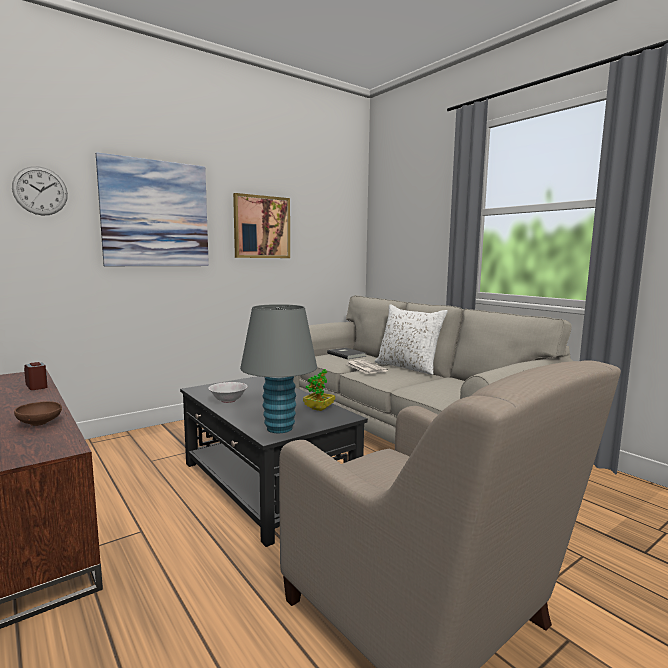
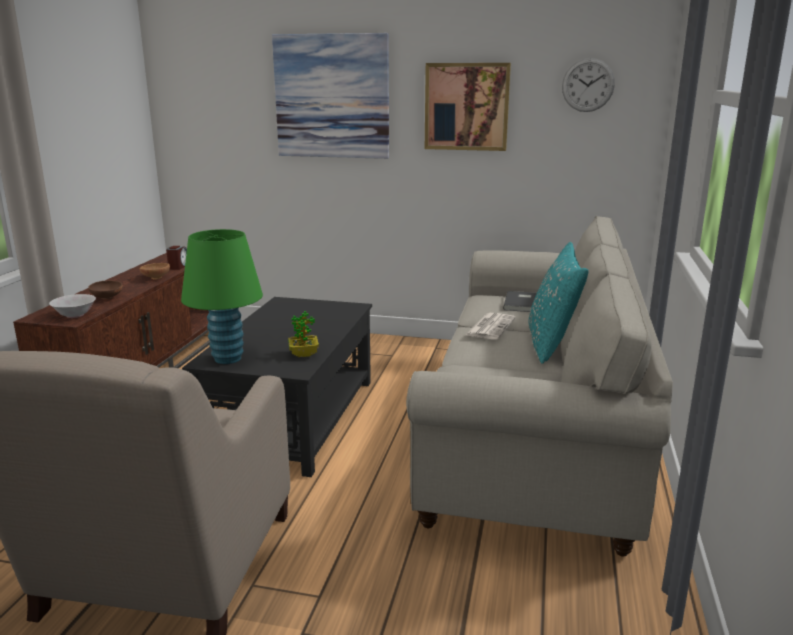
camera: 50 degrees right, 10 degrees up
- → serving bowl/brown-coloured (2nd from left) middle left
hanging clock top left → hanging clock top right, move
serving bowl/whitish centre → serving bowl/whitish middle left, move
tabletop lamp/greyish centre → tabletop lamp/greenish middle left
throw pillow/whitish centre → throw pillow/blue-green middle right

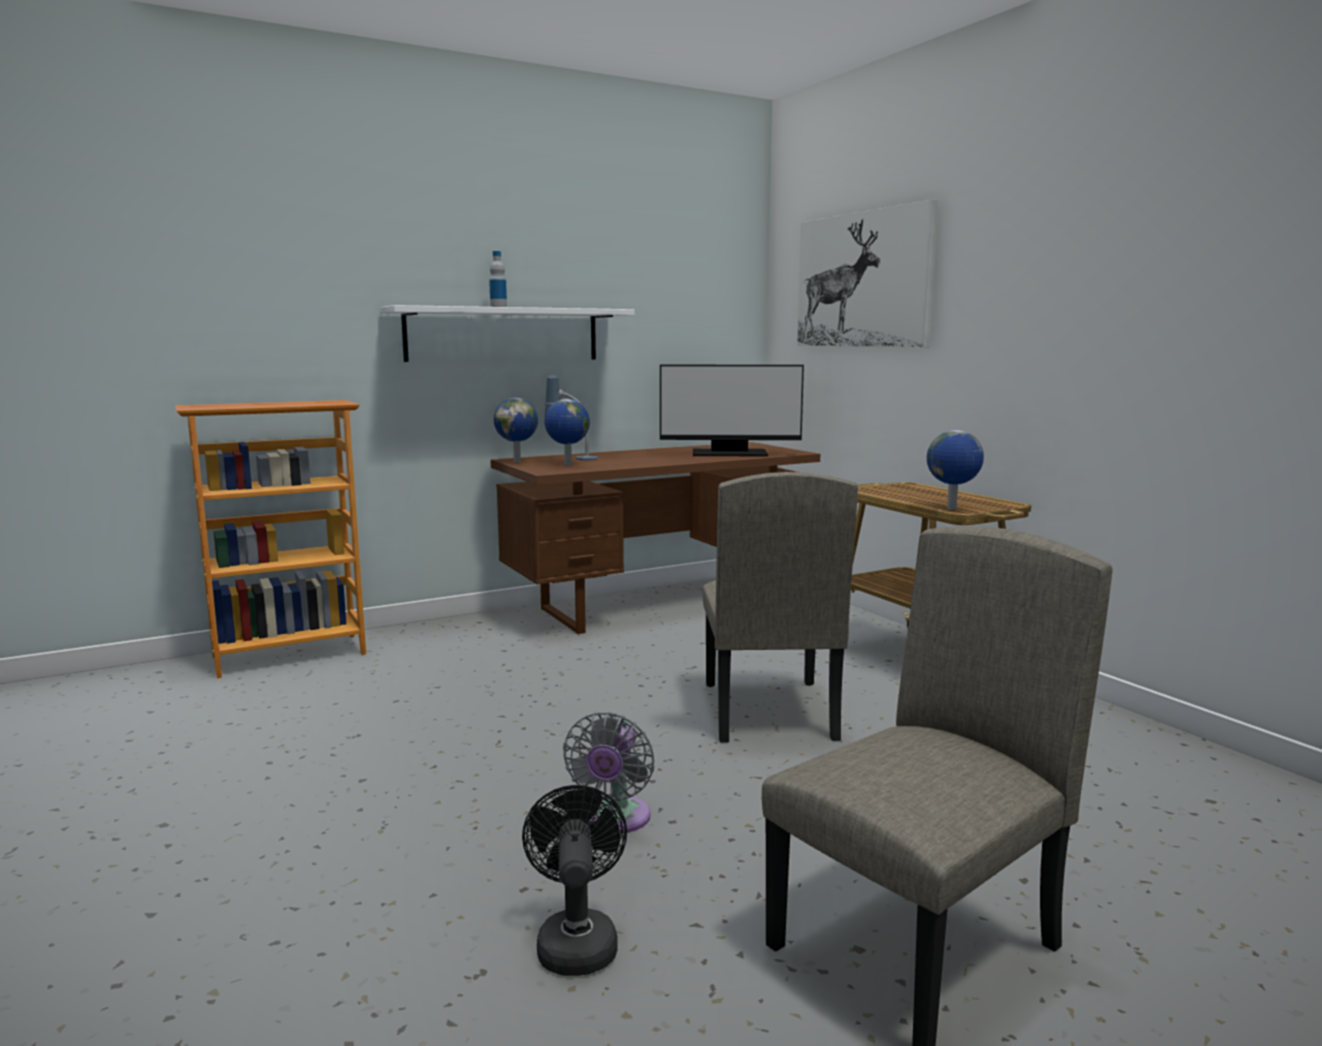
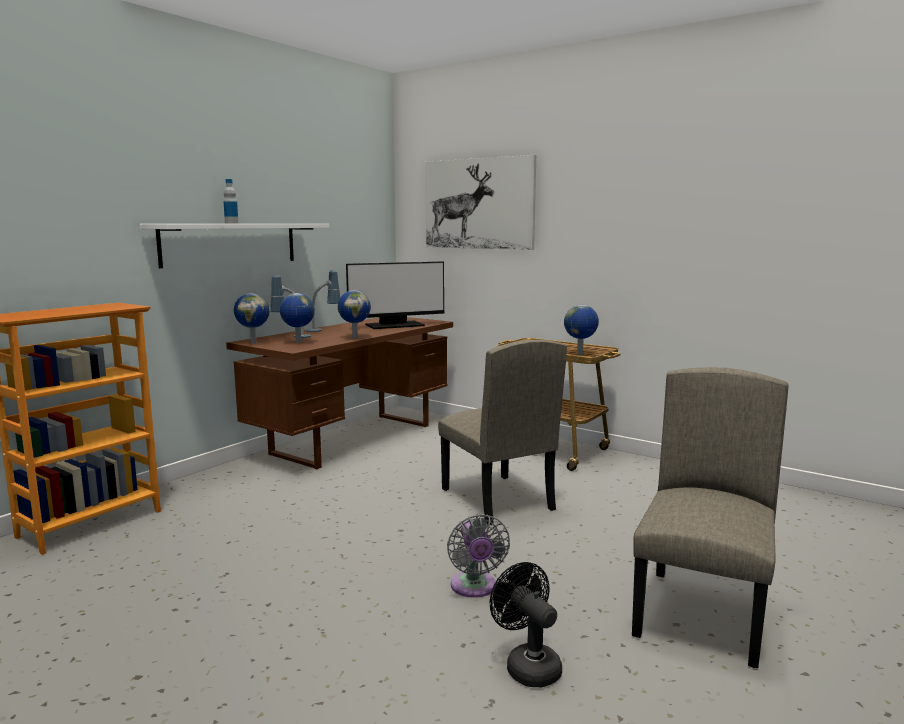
camera: 25 degrees left, 0 degrees up
- → tabletop lamp (2nd from left) centre
- → desk globe (3rd from left) centre

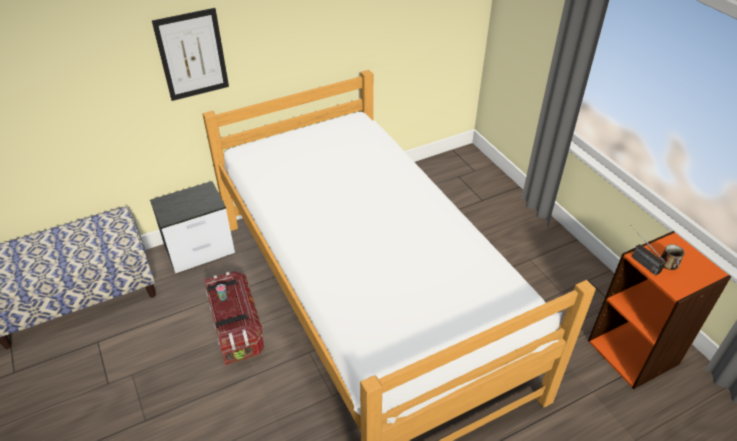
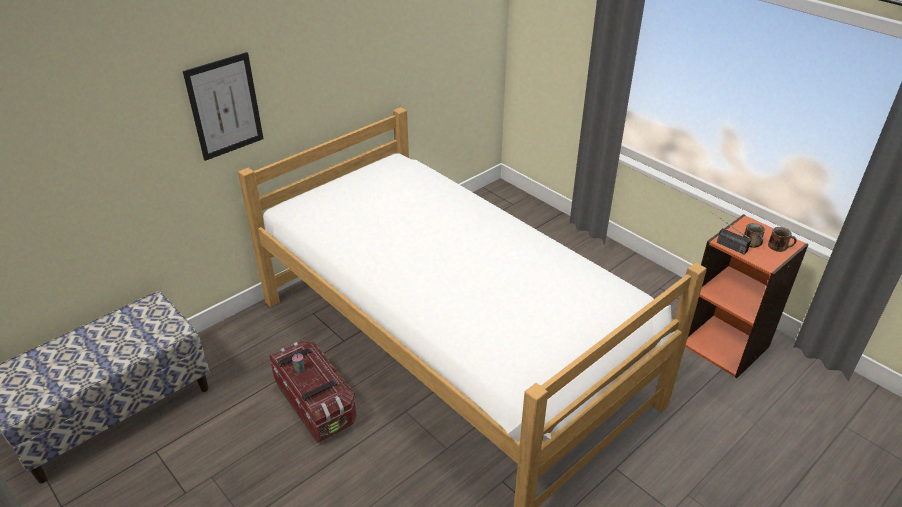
camera: 15 degrees left, 5 degrees down
bedside table middle left → -
- → mug (2nd from left) middle right

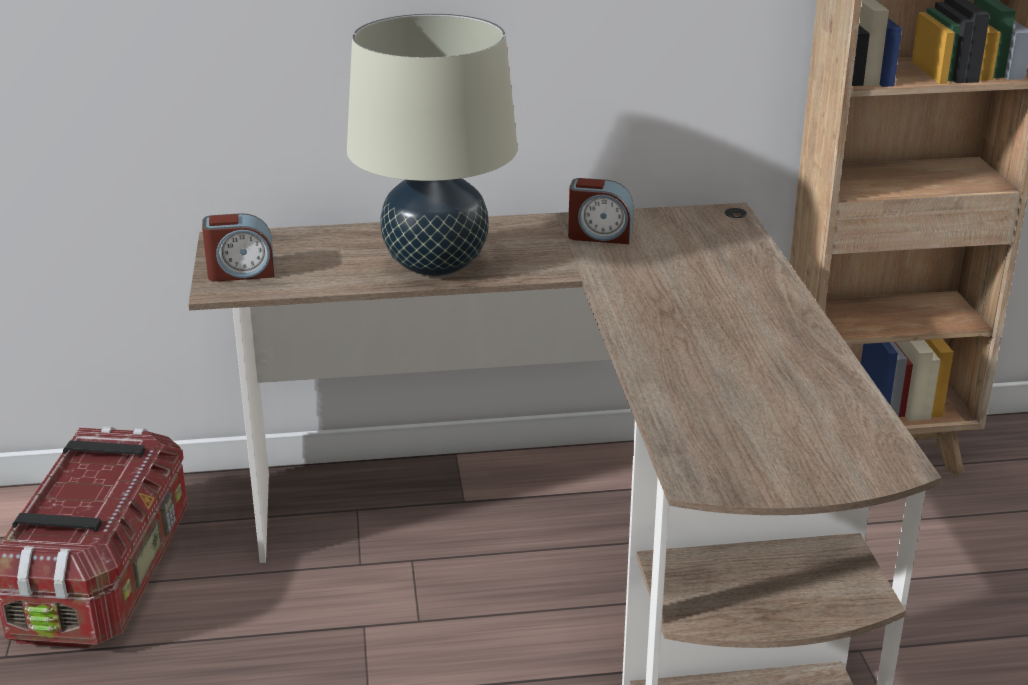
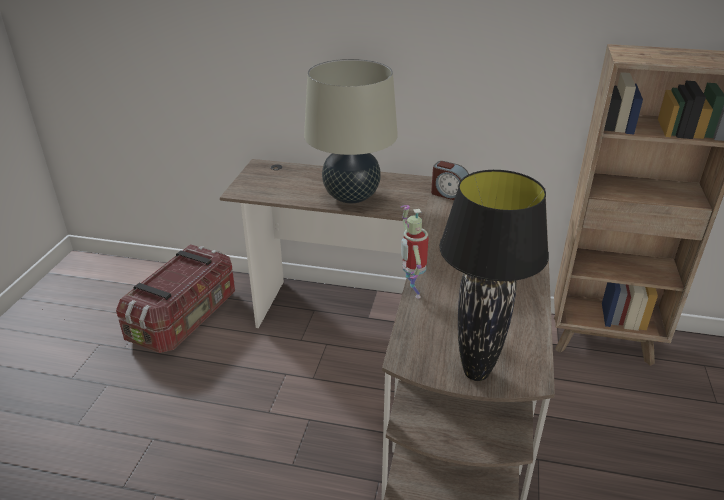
camera: 20 degrees right, 5 degrees up
table clock (1st from left) middle left → -
- → toy robot centre
- → tabletop lamp/black-coloured middle right

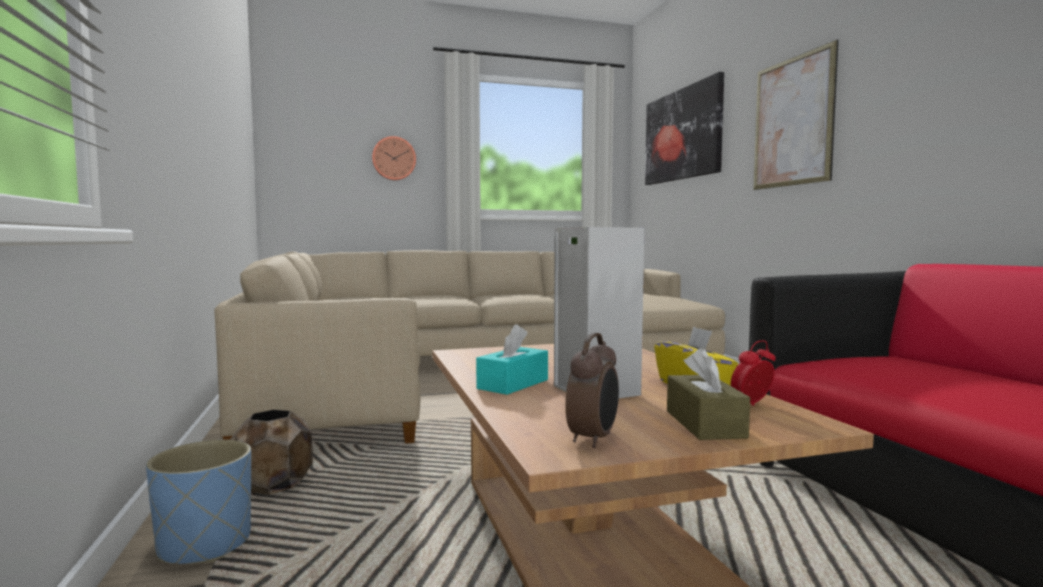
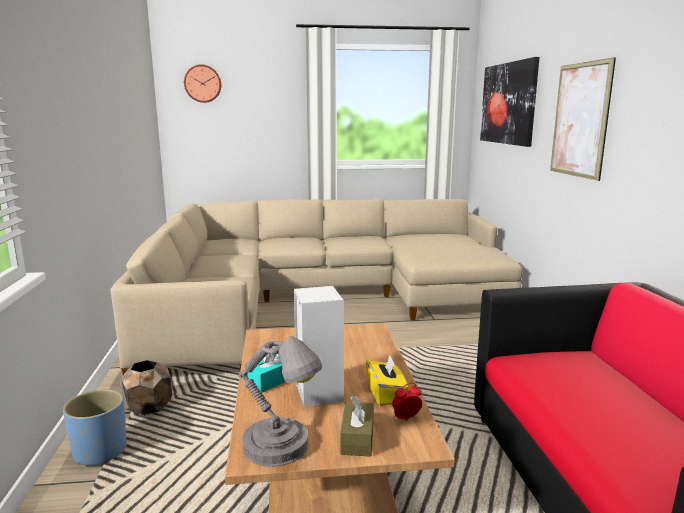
camera: 10 degrees right, 10 degrees up
hanging clock top centre → hanging clock top left, move
table clock (1st from left) centre → tabletop lamp/greyish bottom centre

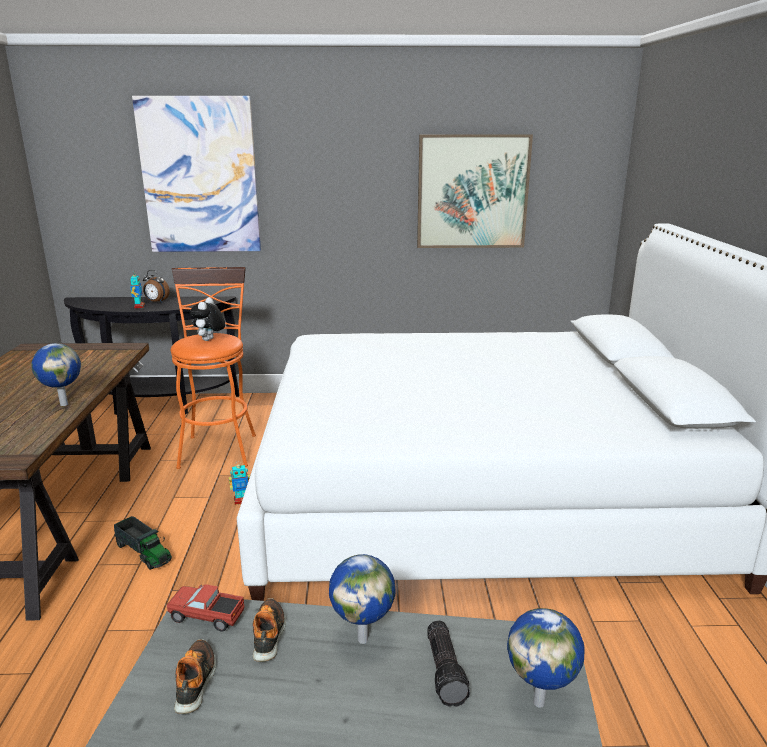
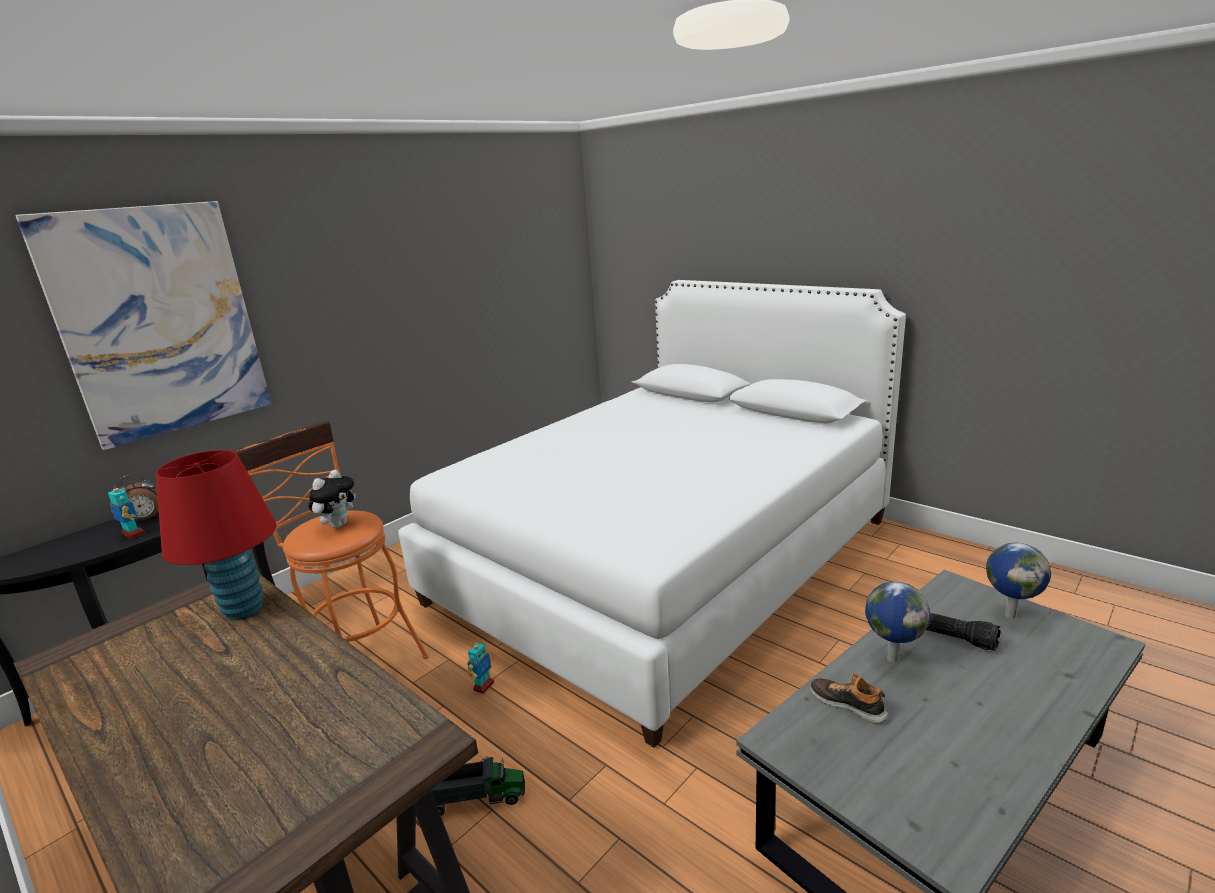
camera: 45 degrees left, 0 degrees up
desk globe (1st from left) middle left → -
model truck (2nd from left) bottom left → -
item of footwear (1st from left) bottom left → -
wall picture (2nd from left) top centre → -
- → tabletop lamp/red-coloured middle left
plush toy middle left, 120 degrees counterclockwise

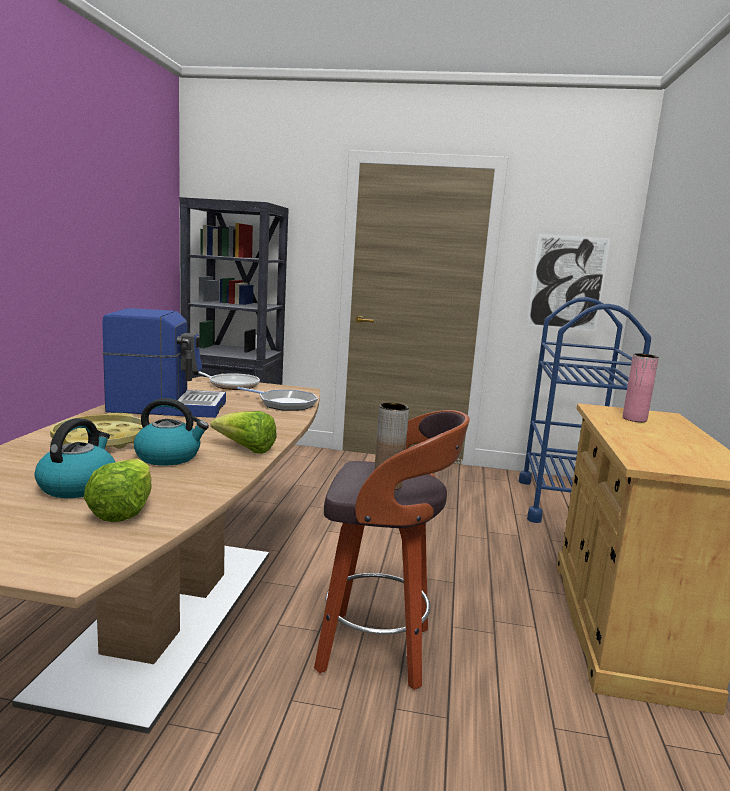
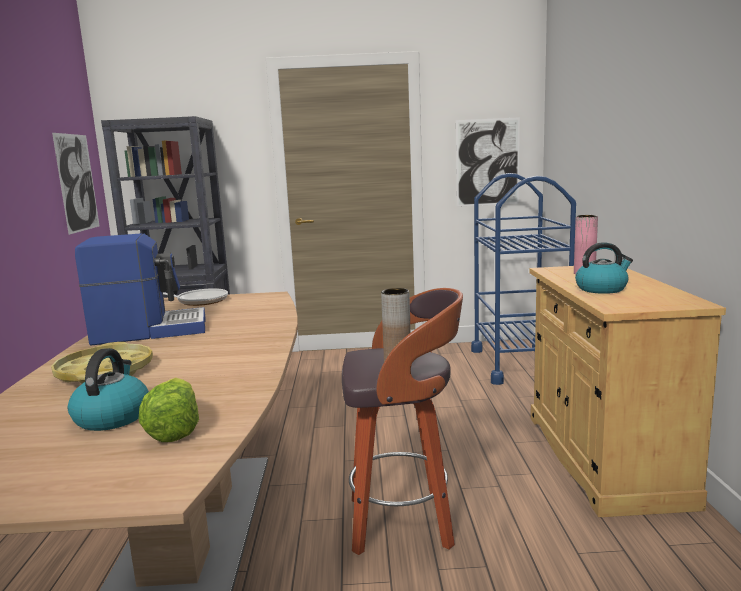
camera: 10 degrees left, 0 degrees up
lettuce head (2nd from left) middle left → -
frying pan (2nd from left) centre → -
- → wall picture (1st from left) top left
tea kettle (2nd from left) middle left → tea kettle (2nd from left) middle right, move

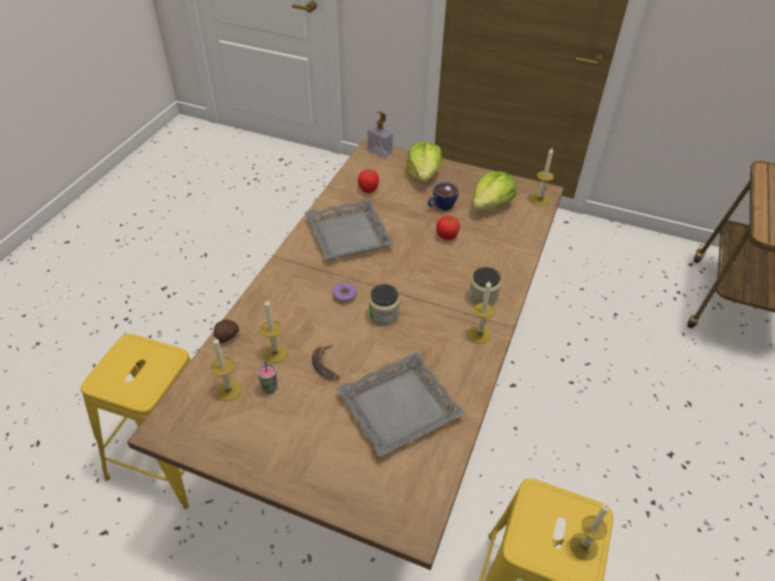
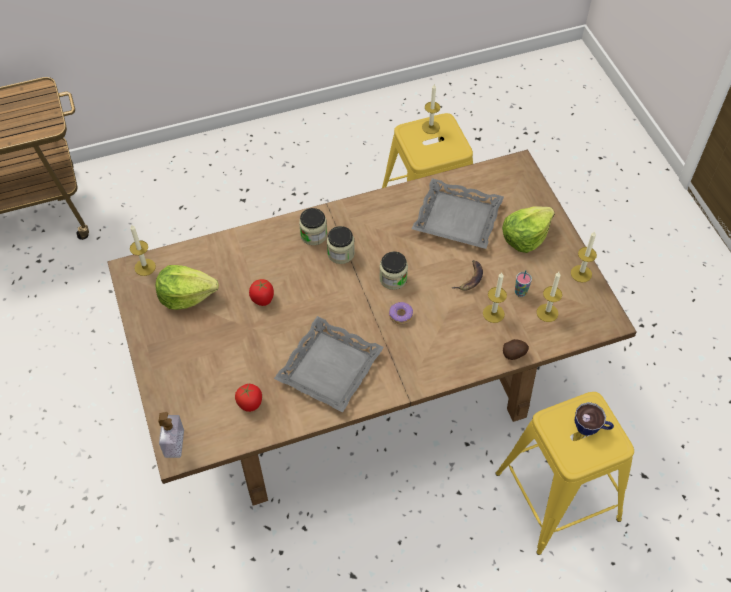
camera: 130 degrees left, 10 degrees up
- → storage jar (2nd from left) centre
lettuce head (1st from left in the first image) top centre → lettuce head (2nd from left) middle right, move
cup (2nd from left) centre → cup (2nd from left) bottom right, move
wax candle (3rd from left in the first image) centre → wax candle (5th from left) middle right, move

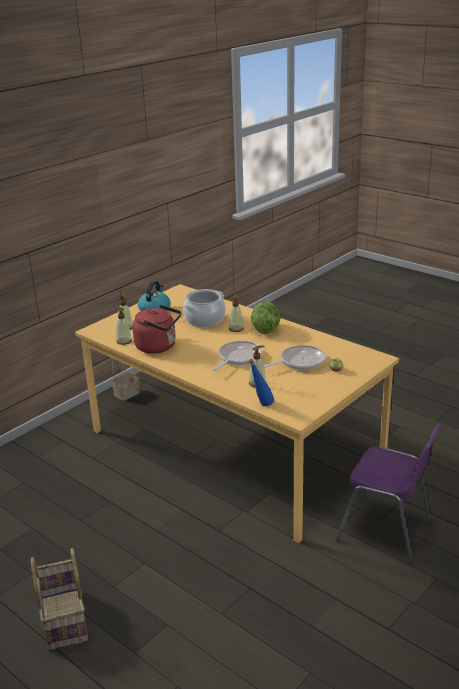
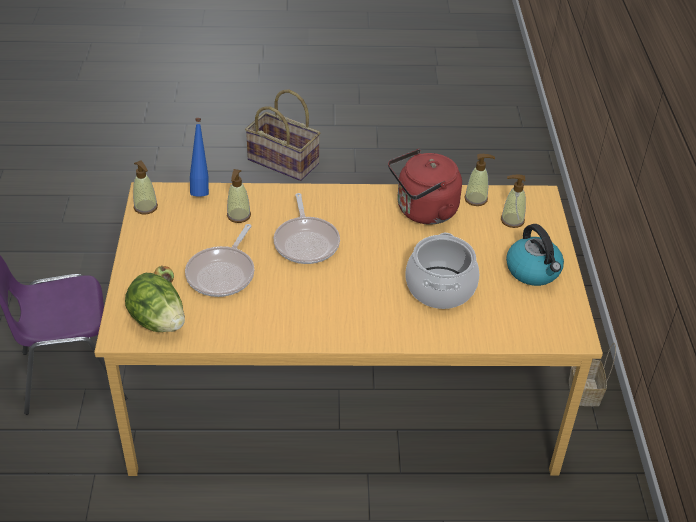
camera: 135 degrees right, 15 degrees up
soap bottle (3rd from left in the first image) centre → soap bottle (1st from left) middle left, move
lettuce head centre → lettuce head middle left, move

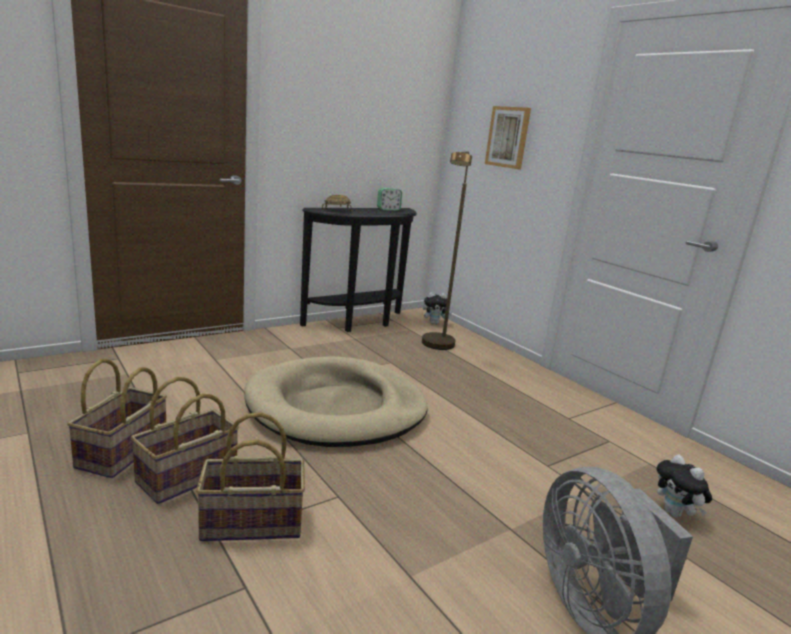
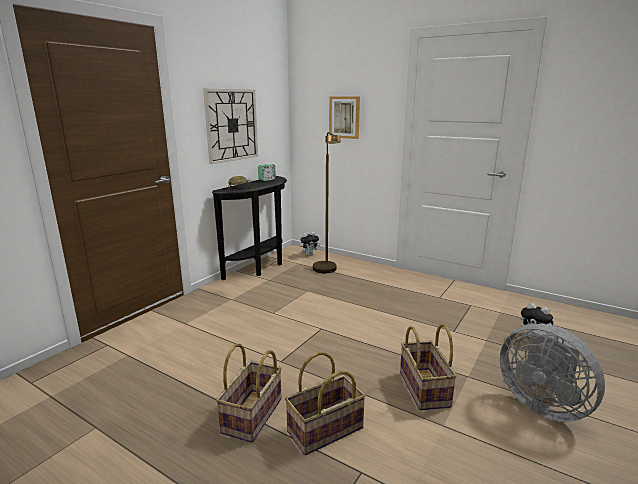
camera: 20 degrees left, 0 degrees up
pet bed/beige centre → -
- → hanging clock top centre
household basket (1st from left in the first image) middle left → household basket (3rd from left) bottom right, move

